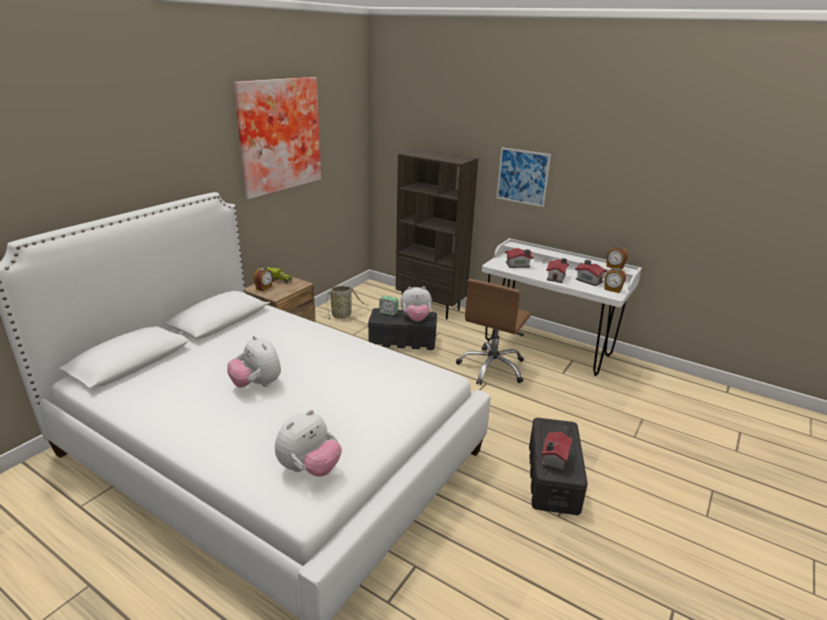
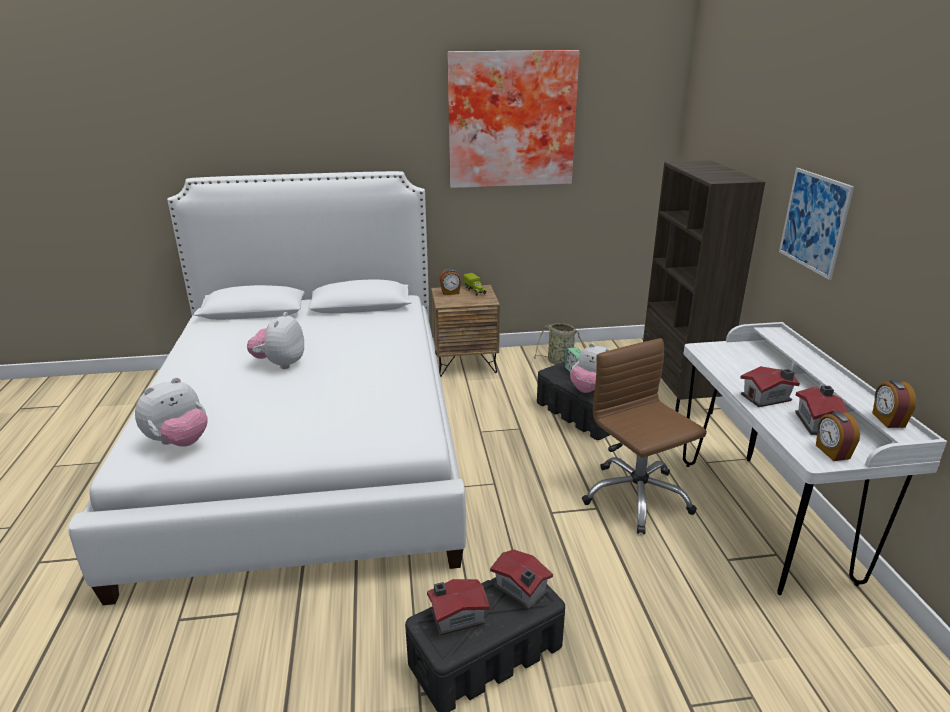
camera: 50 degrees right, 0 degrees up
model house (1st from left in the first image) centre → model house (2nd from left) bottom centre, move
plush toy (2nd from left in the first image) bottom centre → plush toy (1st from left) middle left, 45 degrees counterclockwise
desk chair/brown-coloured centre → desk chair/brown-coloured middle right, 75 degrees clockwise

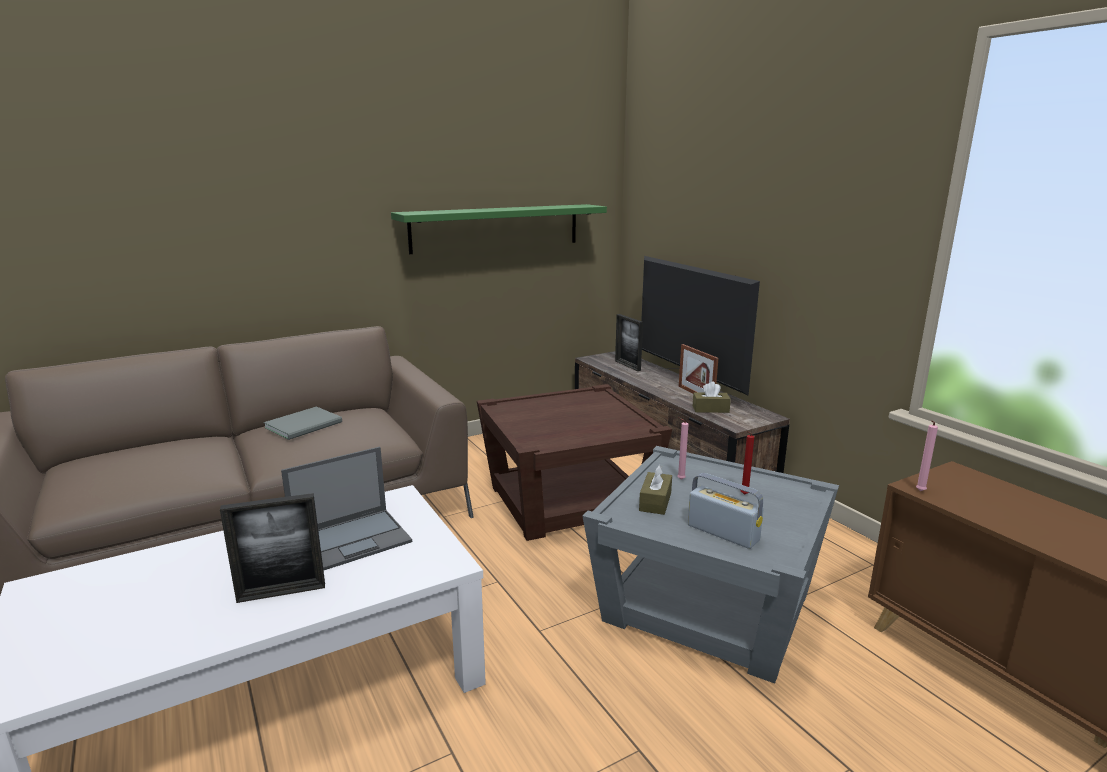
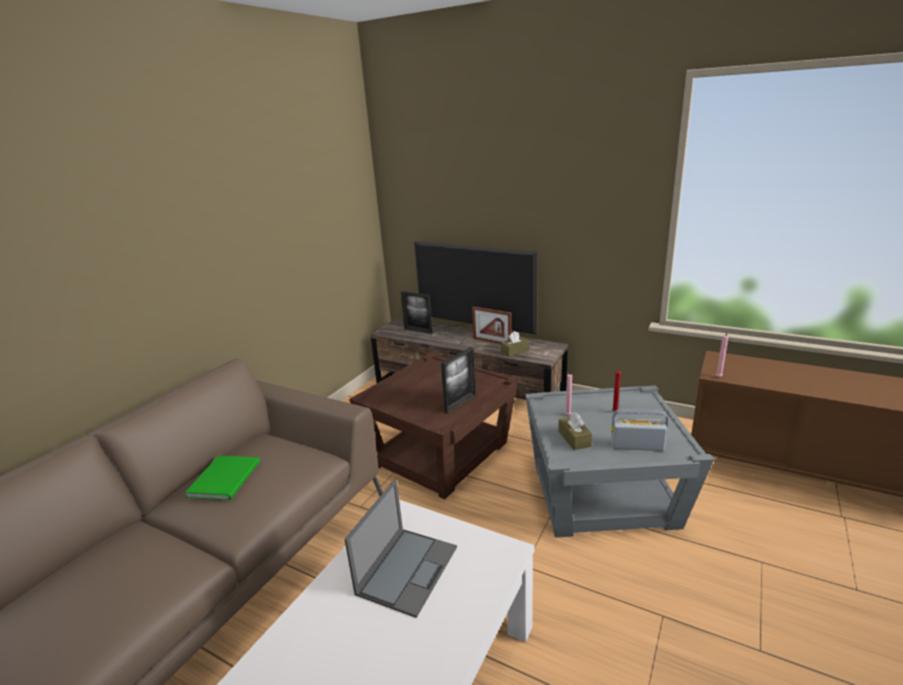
camera: 30 degrees left, 5 degrees up
wall shelf/greenish top centre → -
photo frame (1st from left in the first image) bottom left → photo frame (2nd from left) centre, move
book/greyish middle left → book/greenish bottom left

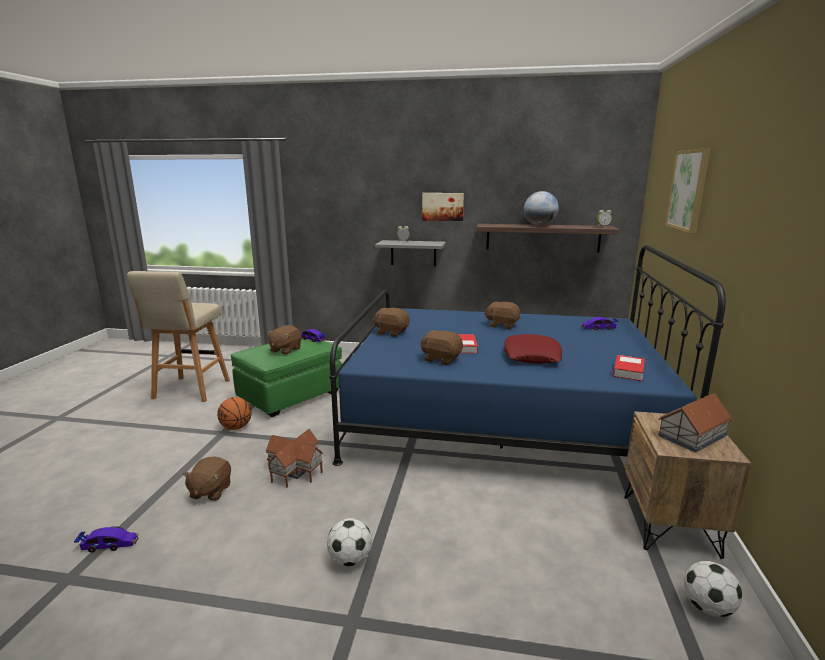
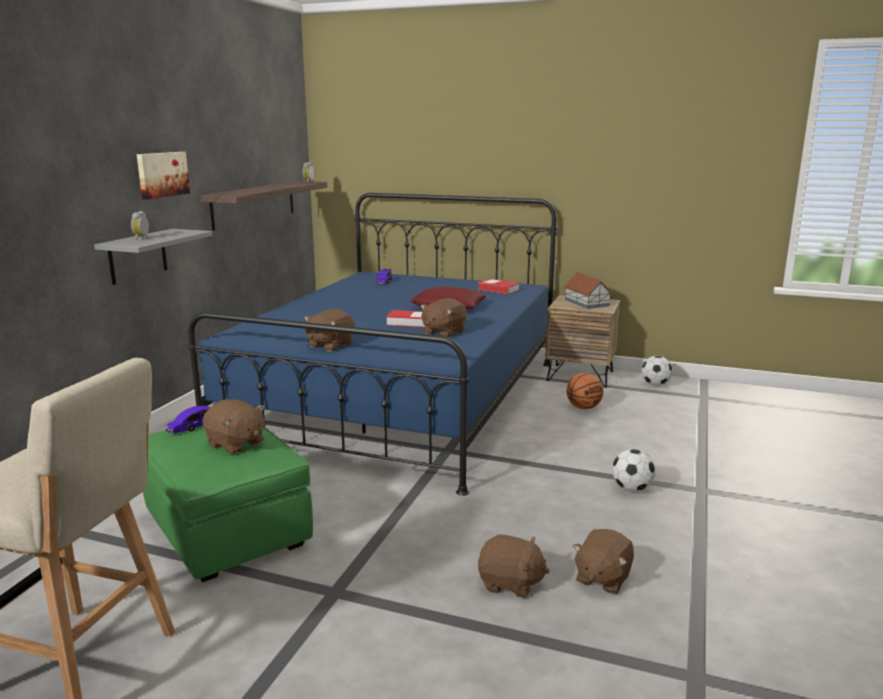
camera: 80 degrees left, 0 degrees up
miniature car (1st from left) bottom left → -
model house (1st from left) bottom centre → -
desk globe top centre → -
wall picture (2nd from left) top right → -
basketball ball middle left → basketball ball centre, move
plush toy/brown-coloured (5th from left) centre → plush toy/brown-coloured (5th from left) bottom right, move

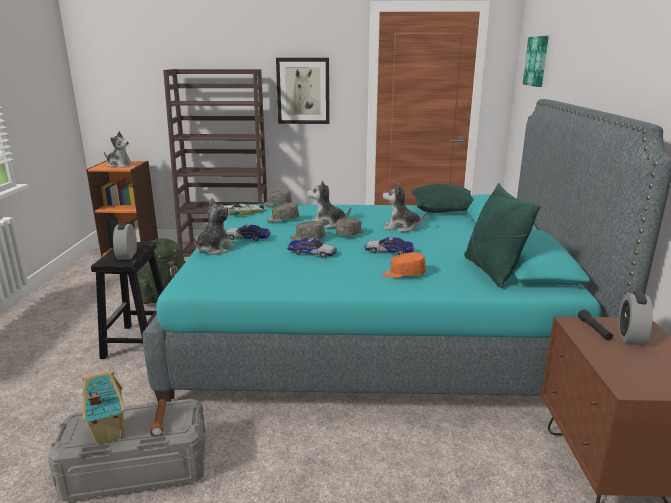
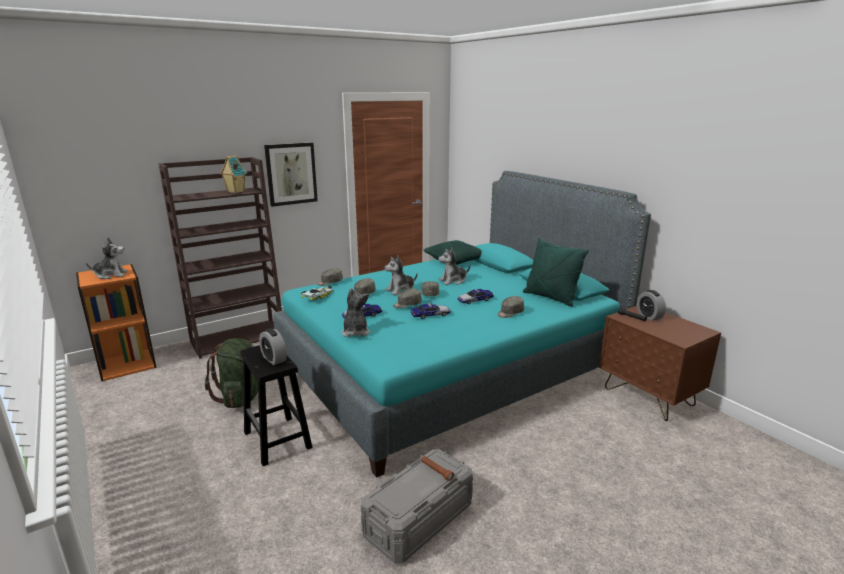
camera: 35 degrees left, 0 degrees up
wall picture (2nd from left) top right → -
model house bottom left → model house top left, move
peaked cap/orange-coloured centre → peaked cap/greyish (5th from left) centre

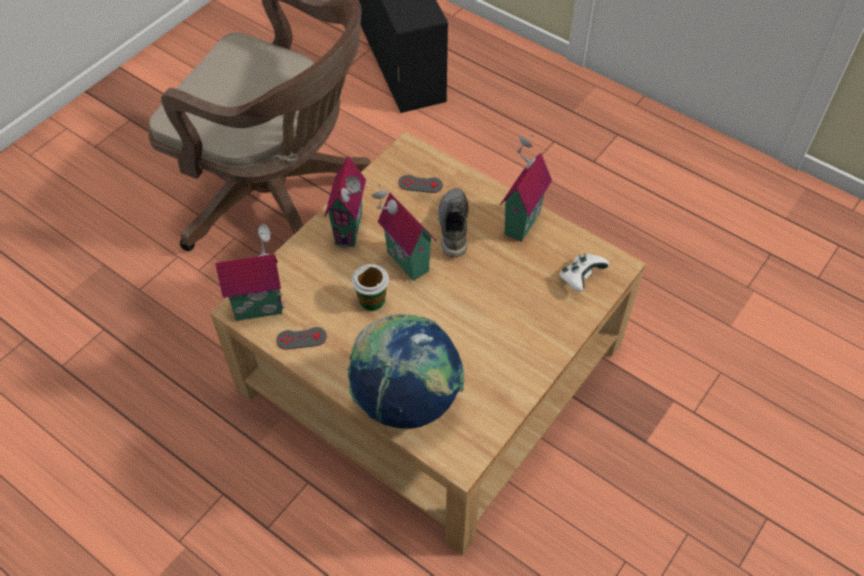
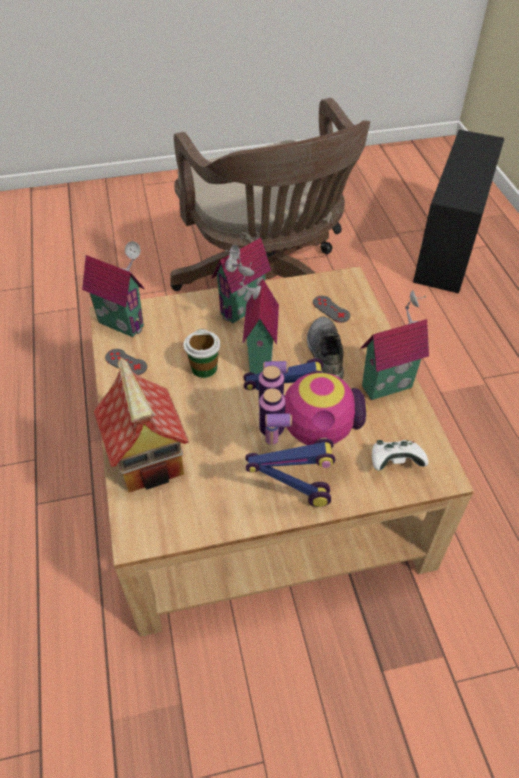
camera: 40 degrees right, 5 degrees down
- → toy robot centre
desk globe centre → model house (2nd from left) middle left
item of footwear/greyish centre, 45 degrees counterclockwise

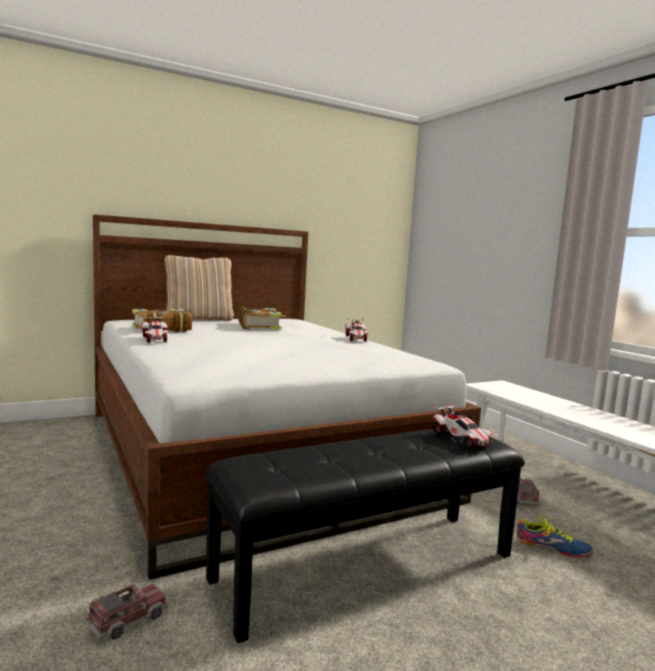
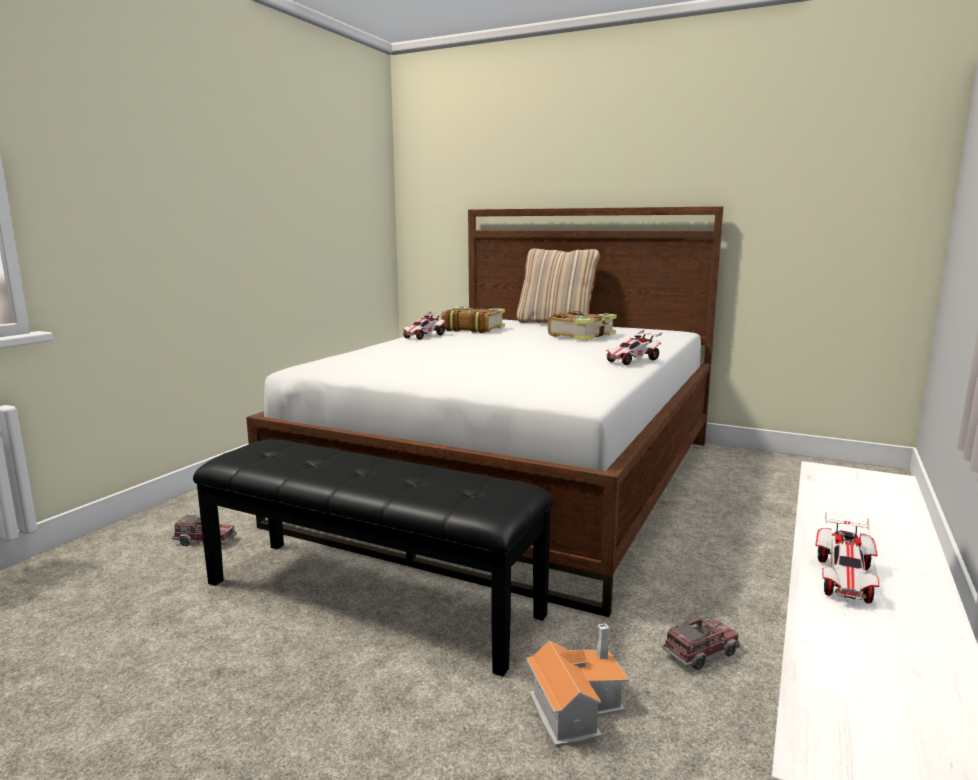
camera: 55 degrees right, 5 degrees up
miniature car (3rd from left) middle right → miniature car (3rd from left) bottom right, move
item of footwear bottom right → model house bottom centre

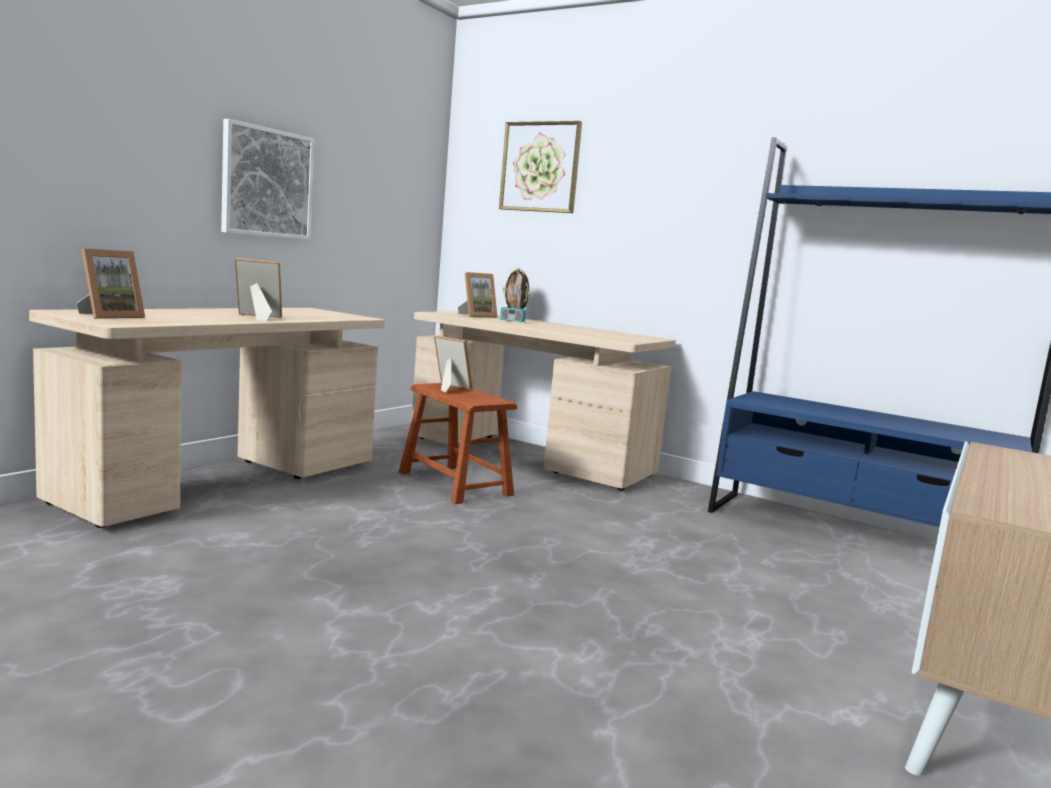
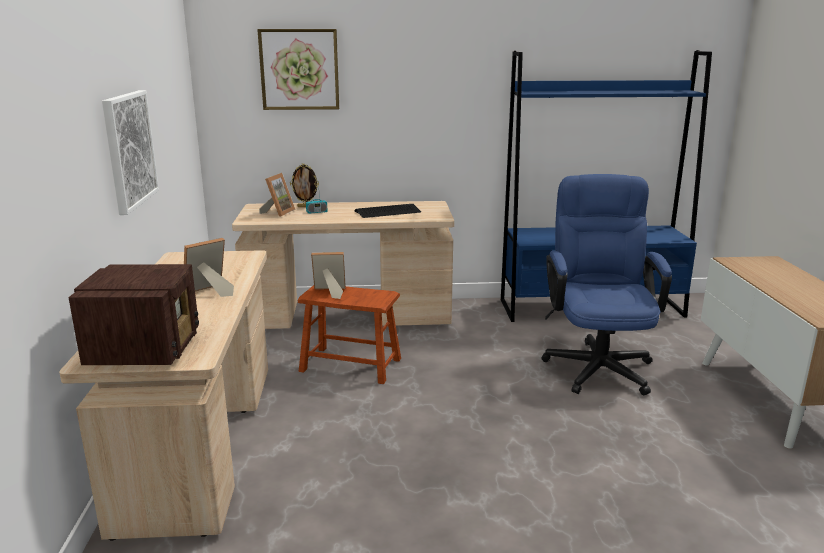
camera: 35 degrees left, 10 degrees up
- → computer keyboard centre
- → desk chair/blue-coloured middle right
photo frame (1st from left) middle left → radio (1st from left) middle left

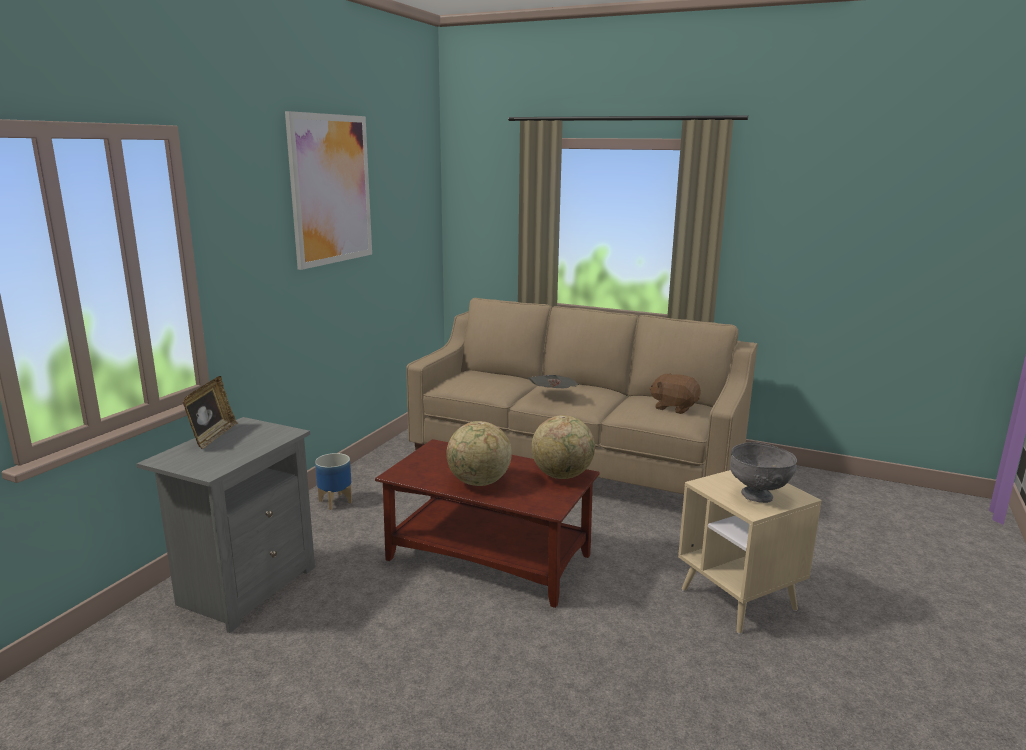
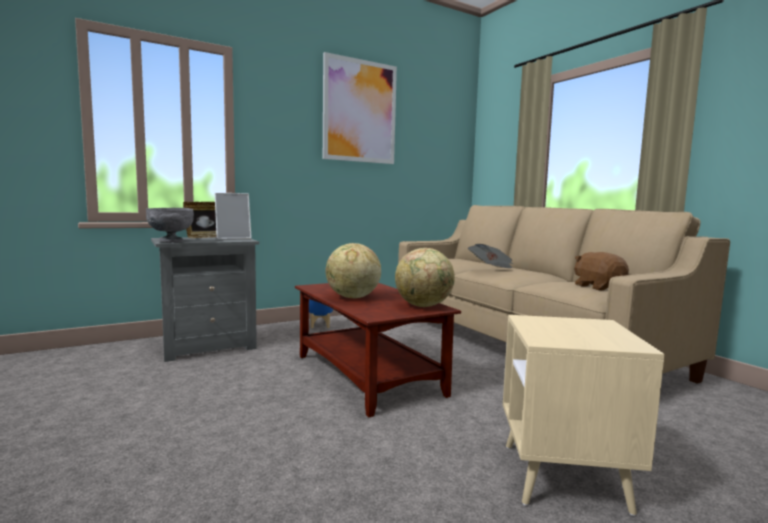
camera: 35 degrees right, 10 degrees down
- → photo frame (2nd from left) middle left
serving bowl/greyish middle right → serving bowl/greyish middle left, move

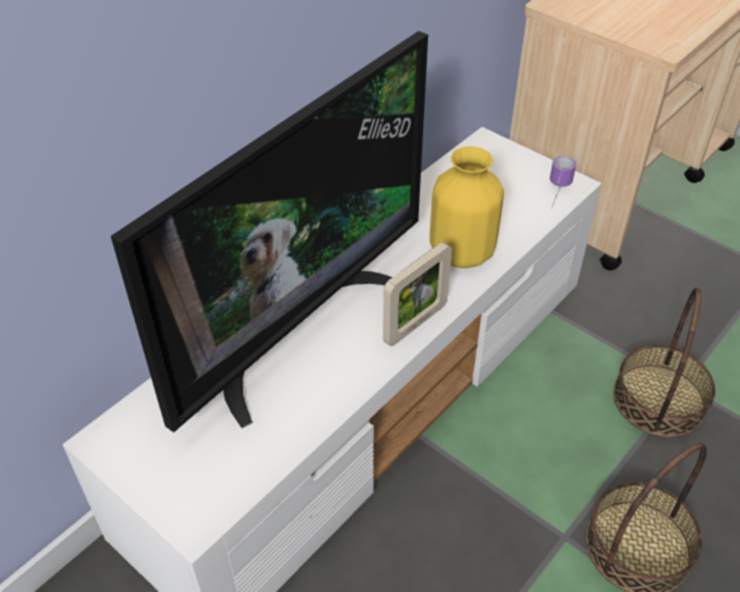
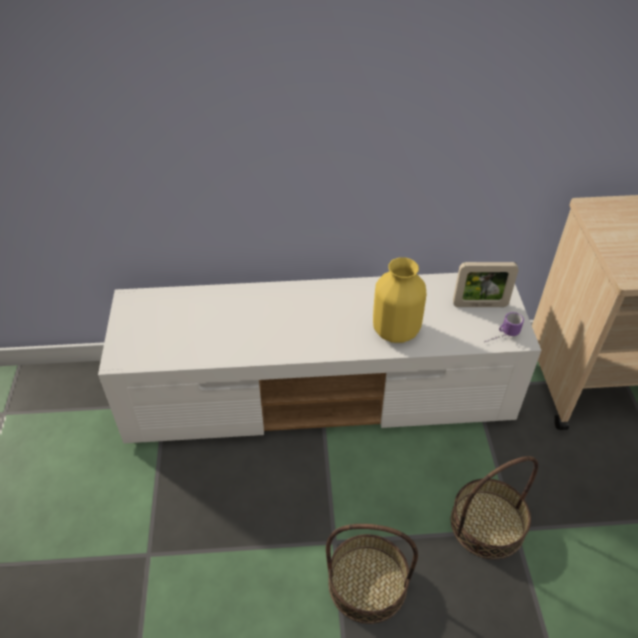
camera: 45 degrees right, 0 degrees up
TV centre → -
photo frame centre → photo frame middle right, move

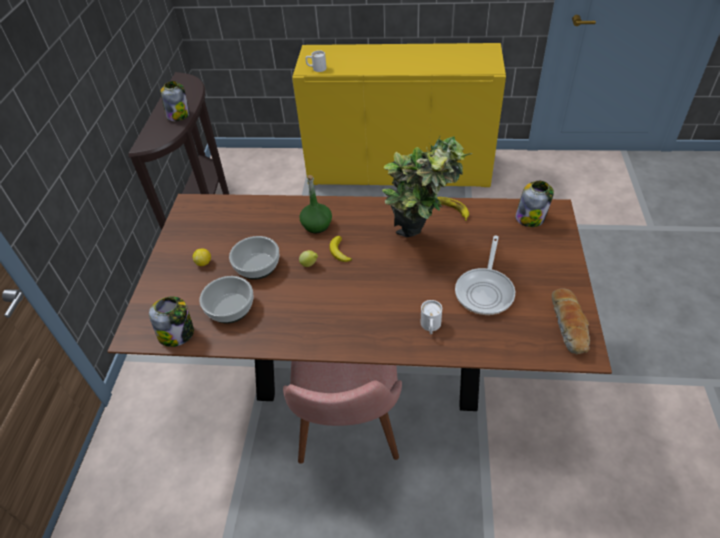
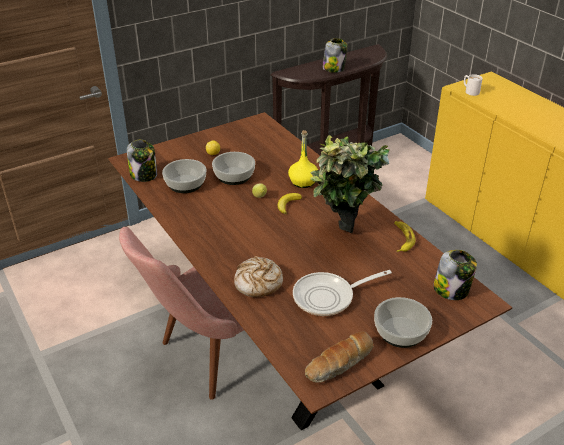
camera: 50 degrees right, 10 degrees down
- → serving bowl (3rd from left) bottom right
mug/whitish (2nd from left) centre → bakery bread (1st from left) centre
drink bottle/greenish centre → drink bottle/yellowish centre

